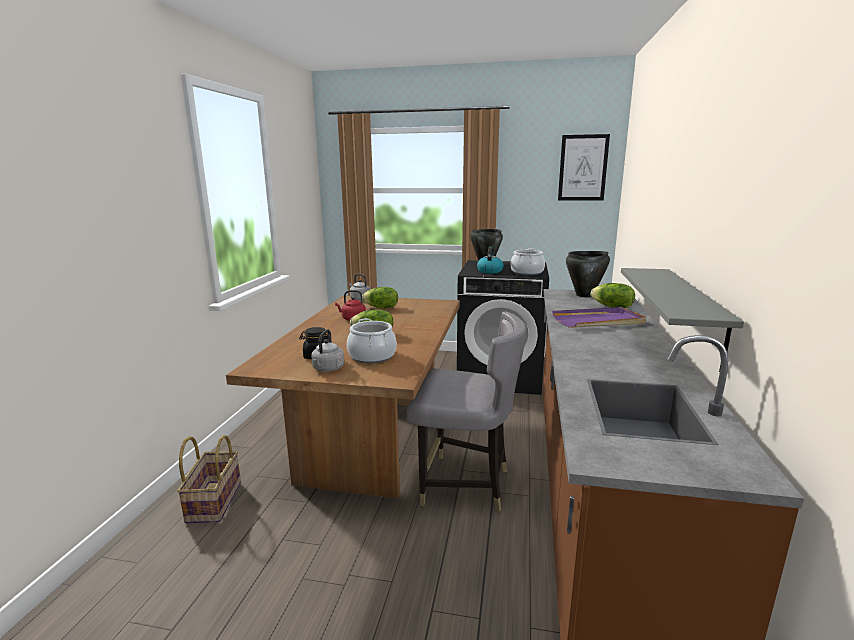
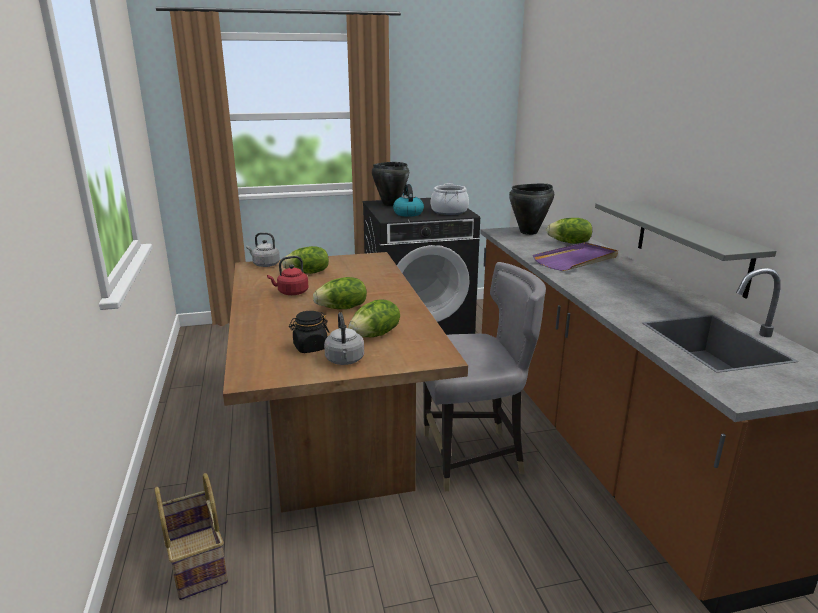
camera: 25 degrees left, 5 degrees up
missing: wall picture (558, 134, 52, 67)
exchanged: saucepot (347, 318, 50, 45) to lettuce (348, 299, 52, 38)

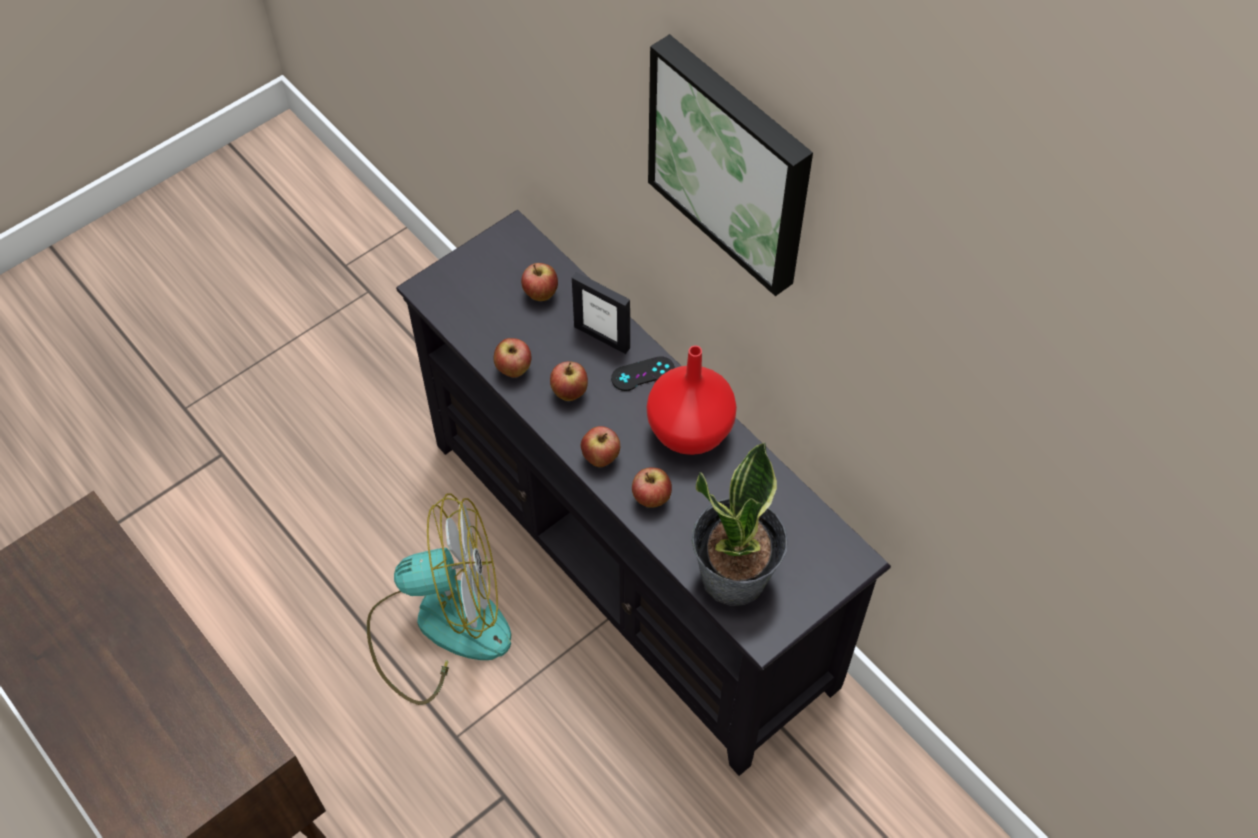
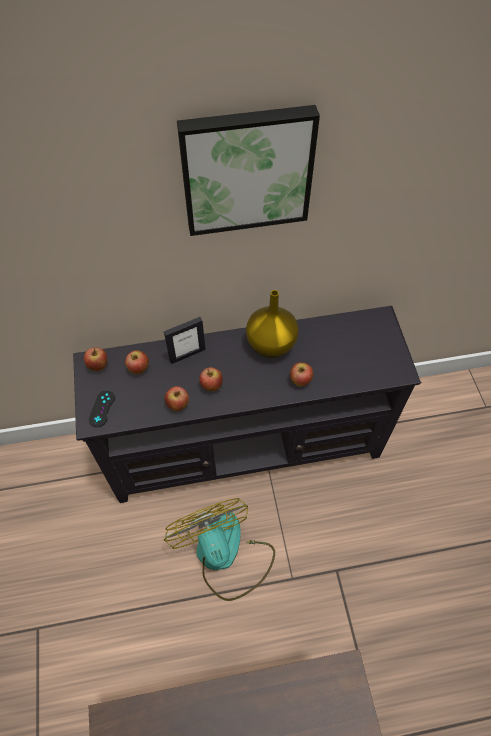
camera: 60 degrees left, 0 degrees up
missing: potted plant (692, 442, 96, 164)
relocated: blackish joypad (611, 356, 64, 35) to (89, 391, 26, 36); apple fruit (581, 426, 39, 41) to (84, 347, 23, 24)
colour: red-coloured flower vase (647, 345, 90, 110) to yellow flower vase (246, 290, 53, 68)
spun: fan (367, 494, 144, 211) = (164, 498, 111, 103) 45 degrees counterclockwise

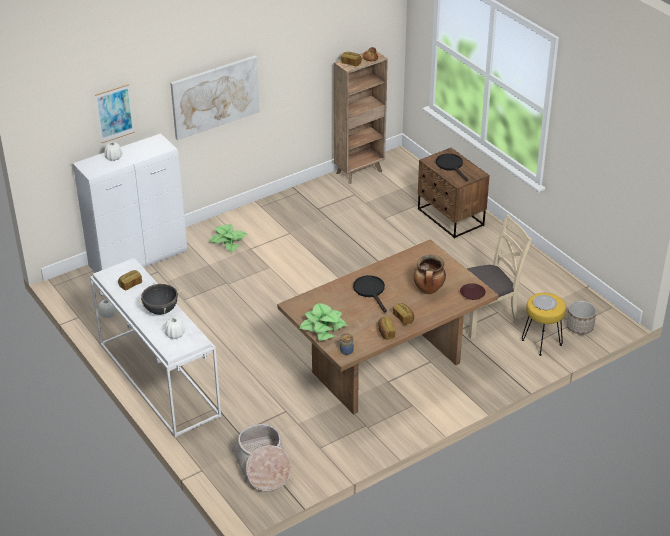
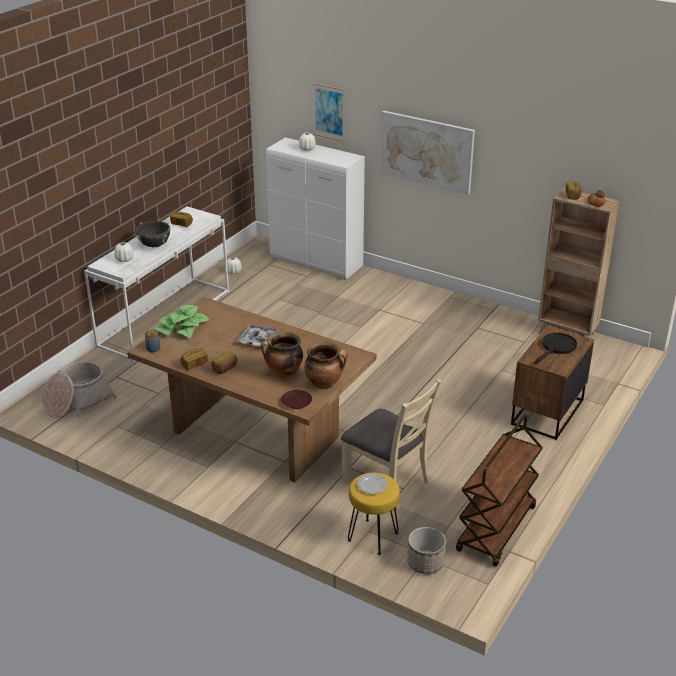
camera: 65 degrees right, 5 degrees down
missing: potted plant (209, 224, 38, 29)
appeared: saucepot (304, 342, 44, 47); brownish trolley (456, 414, 87, 153)
exchanged: blackish pan (353, 275, 34, 38) to carrying tray (236, 325, 43, 23)

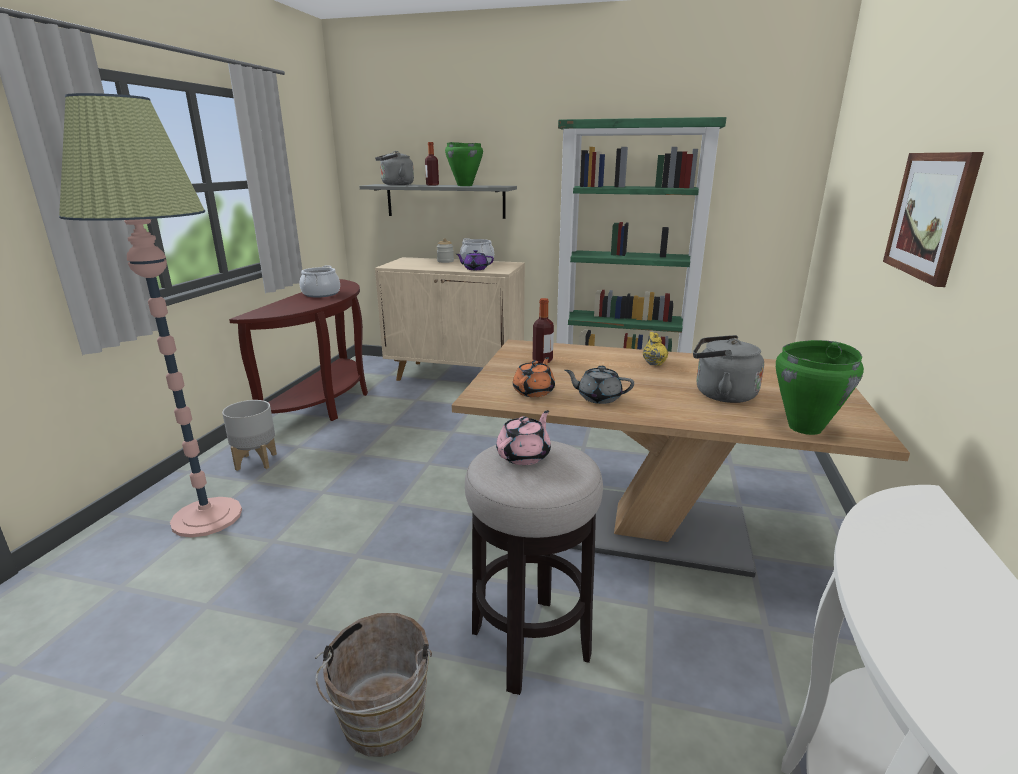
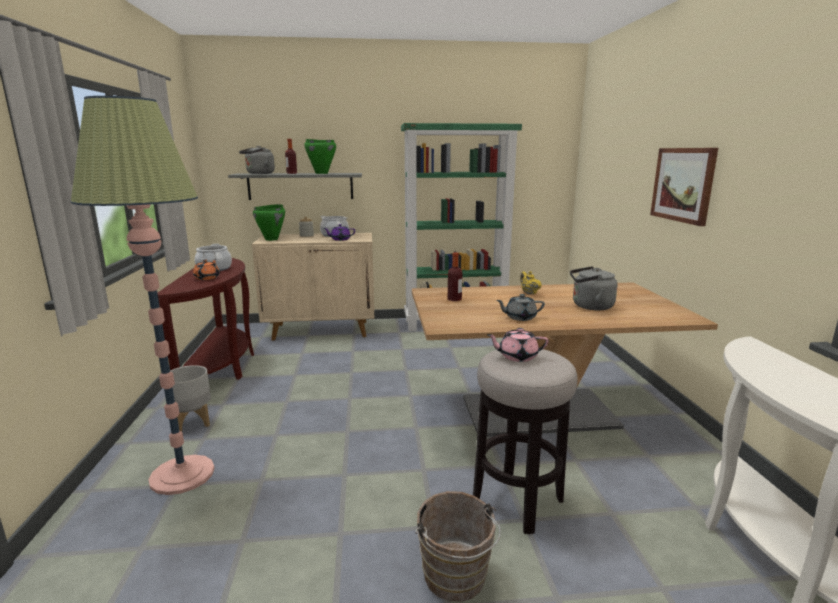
camera: 20 degrees left, 5 degrees down
relocated: green saucepot (776, 340, 88, 95) to (253, 204, 32, 37); orange pot for tea (513, 357, 42, 40) to (193, 259, 27, 21)
spun: pink pot for tea (496, 410, 55, 55) = (487, 328, 62, 34) 105 degrees counterclockwise

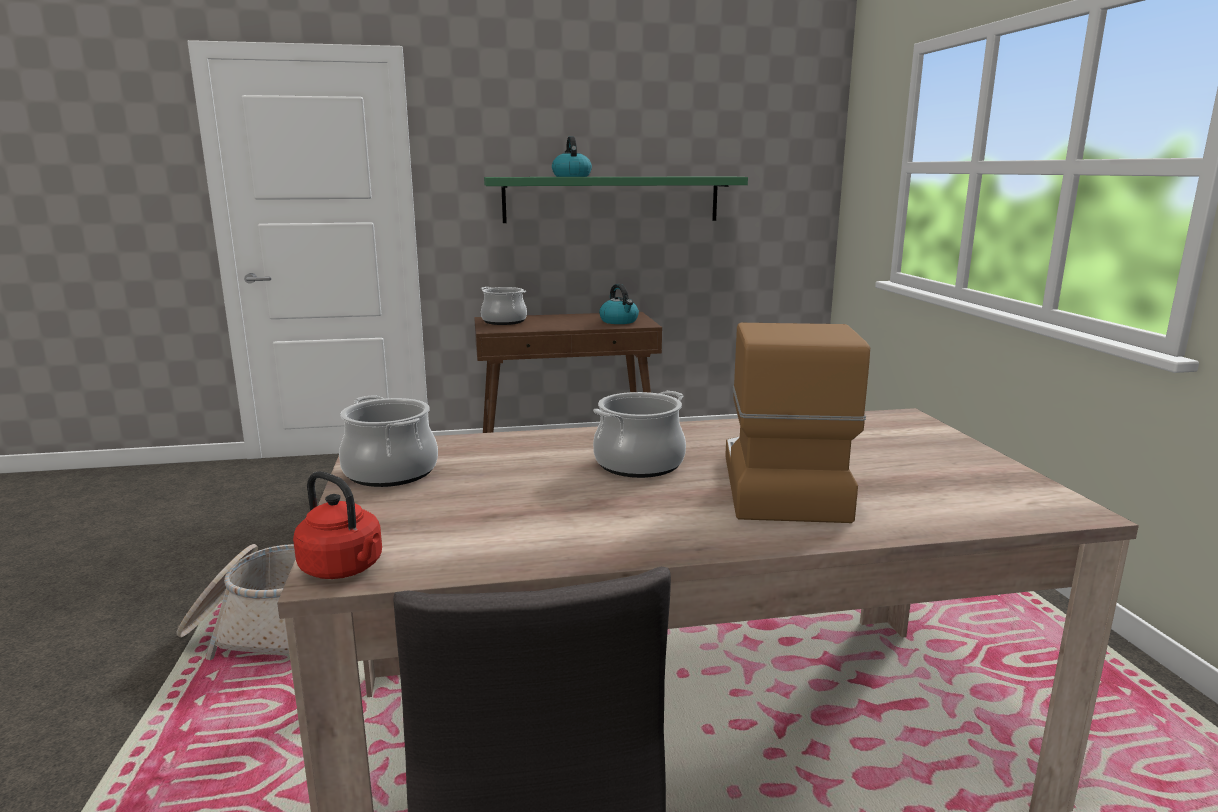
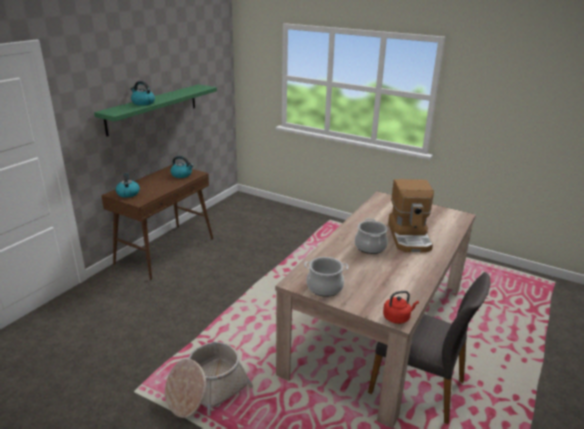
camera: 50 degrees left, 10 degrees up
exchanged: saucepot (480, 287, 47, 38) to kettle (116, 173, 24, 25)
spun: coffee brewer (725, 323, 145, 200) = (388, 179, 46, 74) 135 degrees counterclockwise

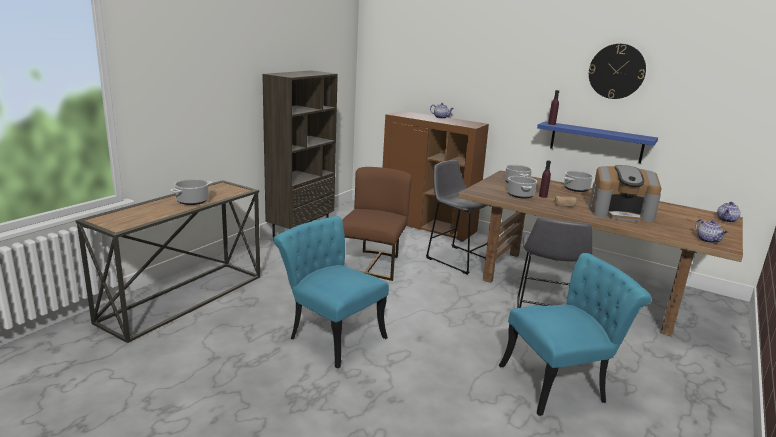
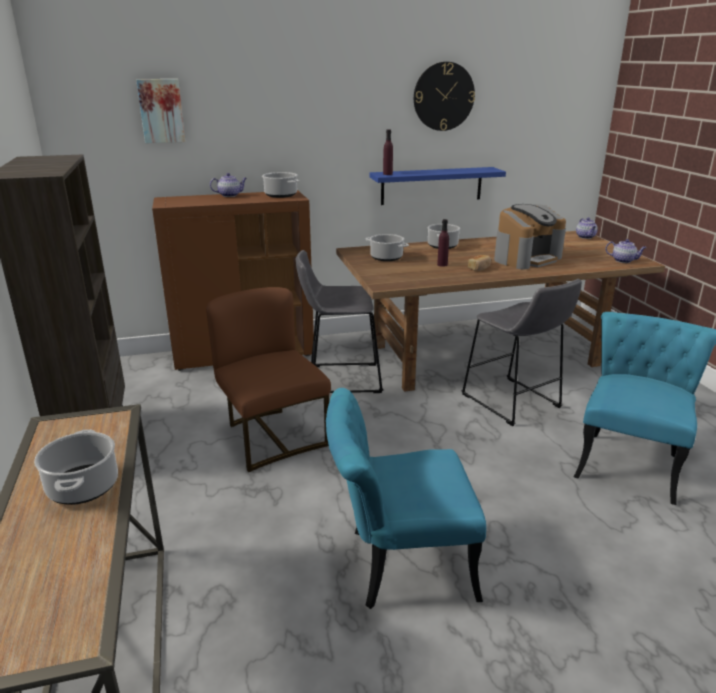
camera: 45 degrees left, 5 degrees up
appeared: wall picture (136, 79, 49, 64)
relocated: saucepot (507, 176, 30, 22) to (262, 172, 37, 26)

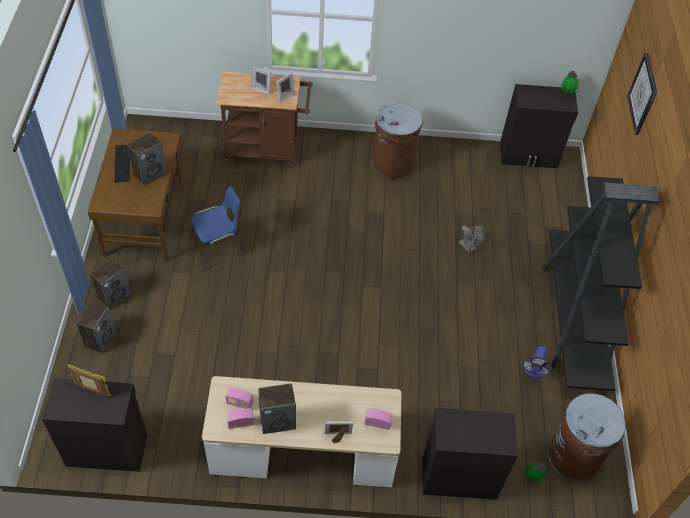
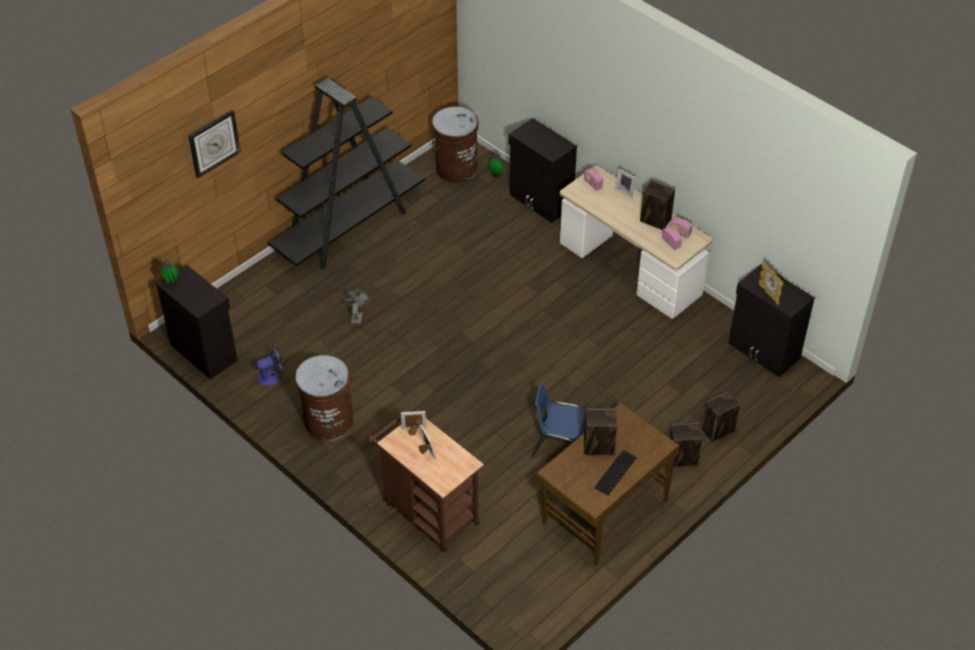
camera: 135 degrees left, 5 degrees down
relocated: fan (522, 346, 30, 32) to (256, 346, 29, 40)

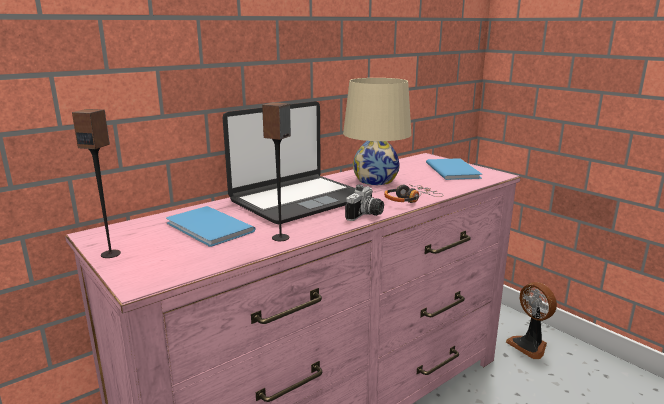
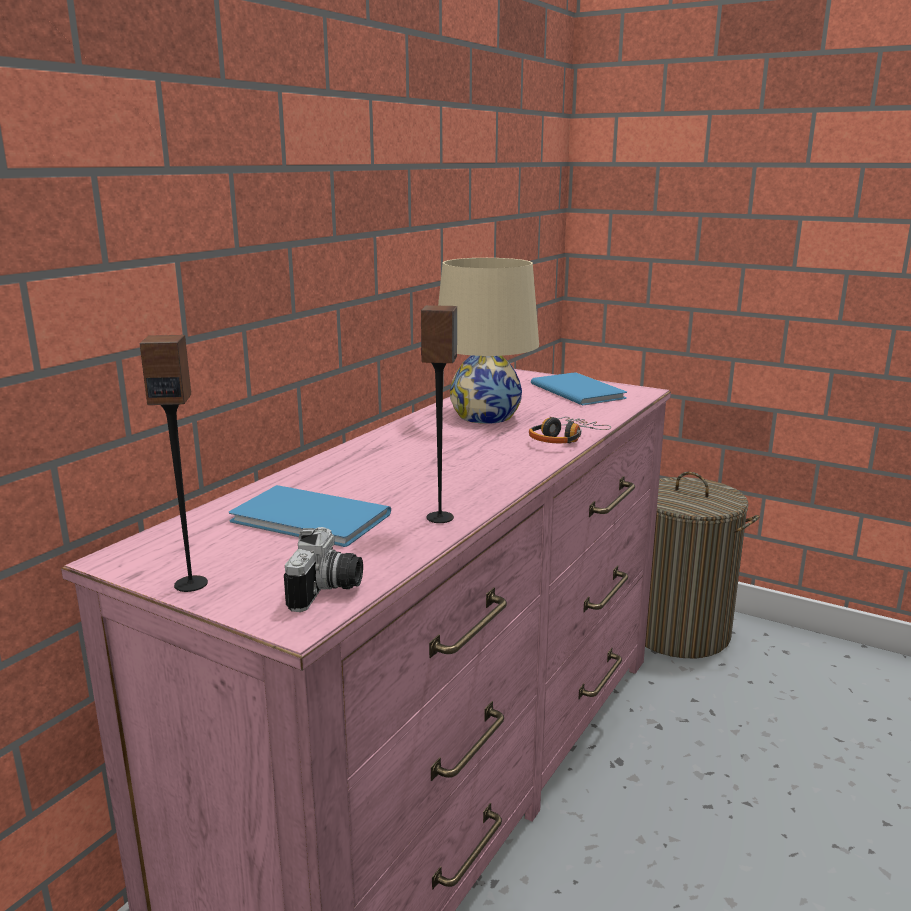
camera: 20 degrees left, 0 degrees up
missing: portable computer (223, 101, 132, 123)
relocated: photo camera (345, 185, 39, 36) to (284, 527, 79, 85)
exchanged: fan (506, 282, 51, 77) to laundry basket (645, 472, 115, 186)

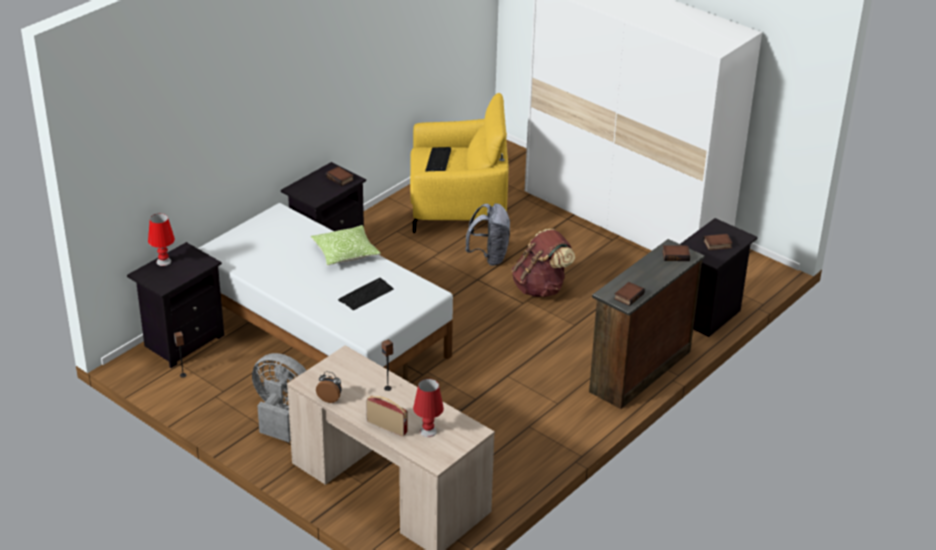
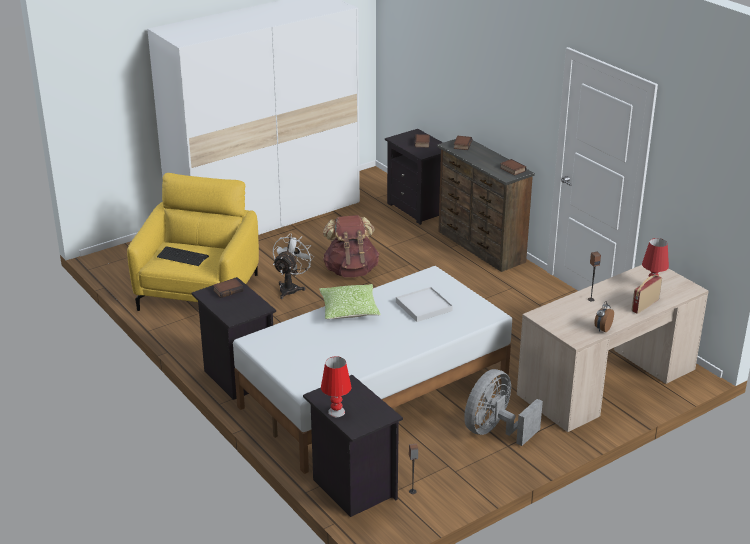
camera: 75 degrees left, 5 degrees down
exchanged: gray rucksack (465, 203, 46, 63) to whitish fan (273, 233, 41, 66); keyboard (338, 278, 56, 33) to whitish carrying tray (396, 287, 57, 35)

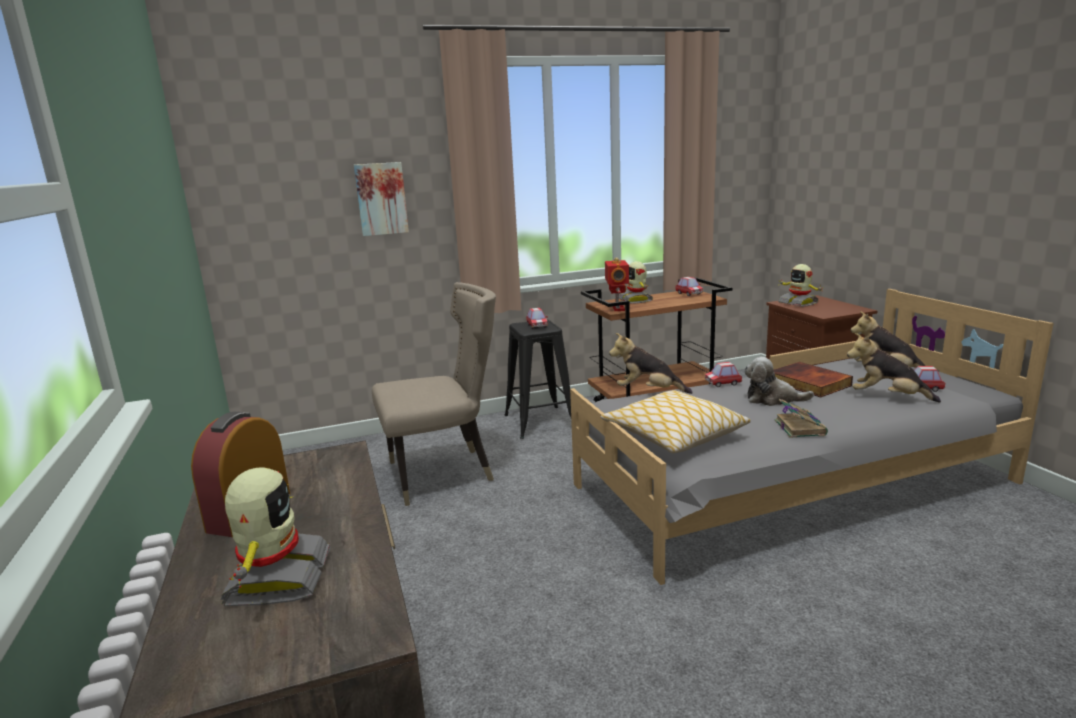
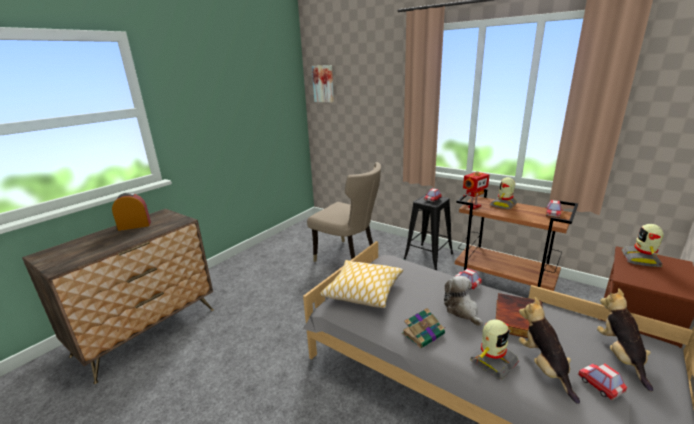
camera: 55 degrees right, 5 degrees up
missing: cuddly toy (609, 333, 84, 61)
relocated: wall picture (354, 162, 55, 74) to (312, 65, 22, 38); toy robot (221, 467, 110, 139) to (470, 319, 49, 61)

